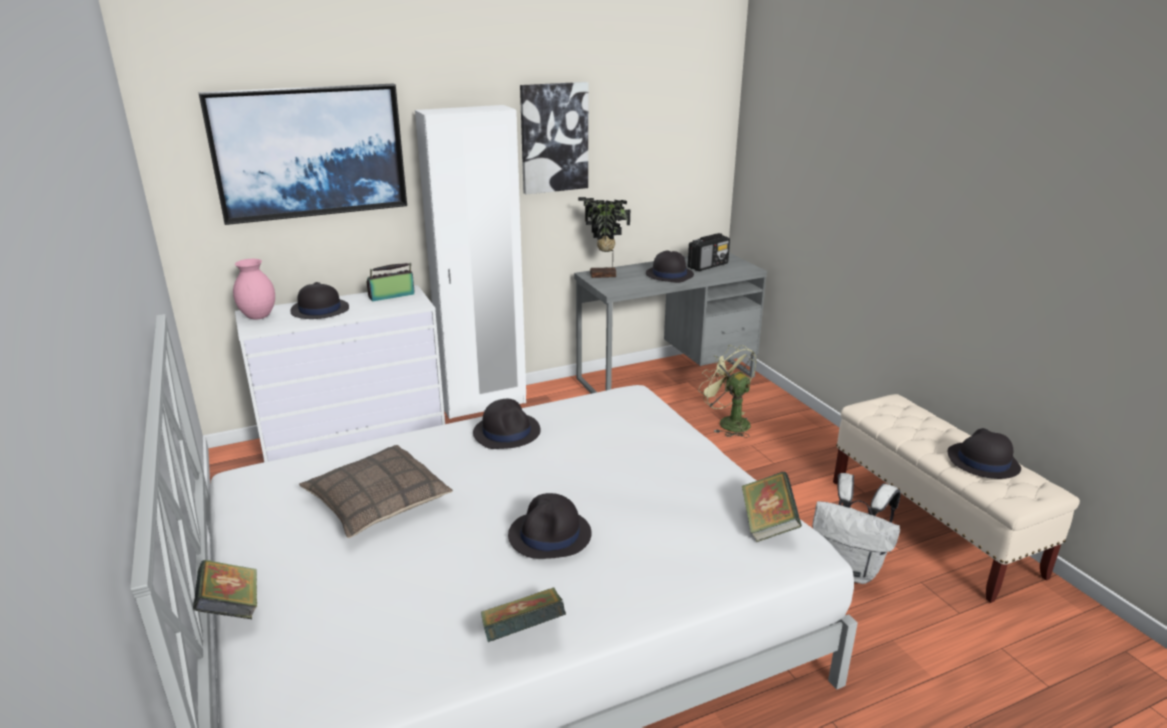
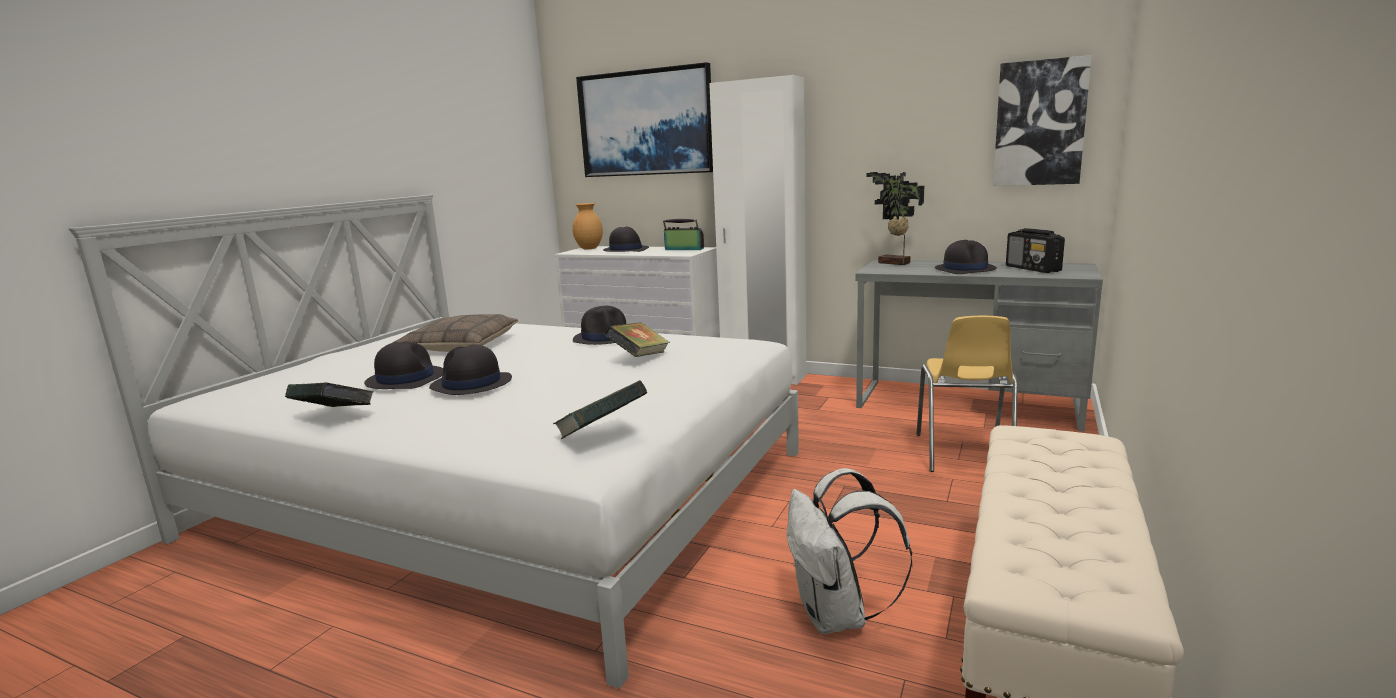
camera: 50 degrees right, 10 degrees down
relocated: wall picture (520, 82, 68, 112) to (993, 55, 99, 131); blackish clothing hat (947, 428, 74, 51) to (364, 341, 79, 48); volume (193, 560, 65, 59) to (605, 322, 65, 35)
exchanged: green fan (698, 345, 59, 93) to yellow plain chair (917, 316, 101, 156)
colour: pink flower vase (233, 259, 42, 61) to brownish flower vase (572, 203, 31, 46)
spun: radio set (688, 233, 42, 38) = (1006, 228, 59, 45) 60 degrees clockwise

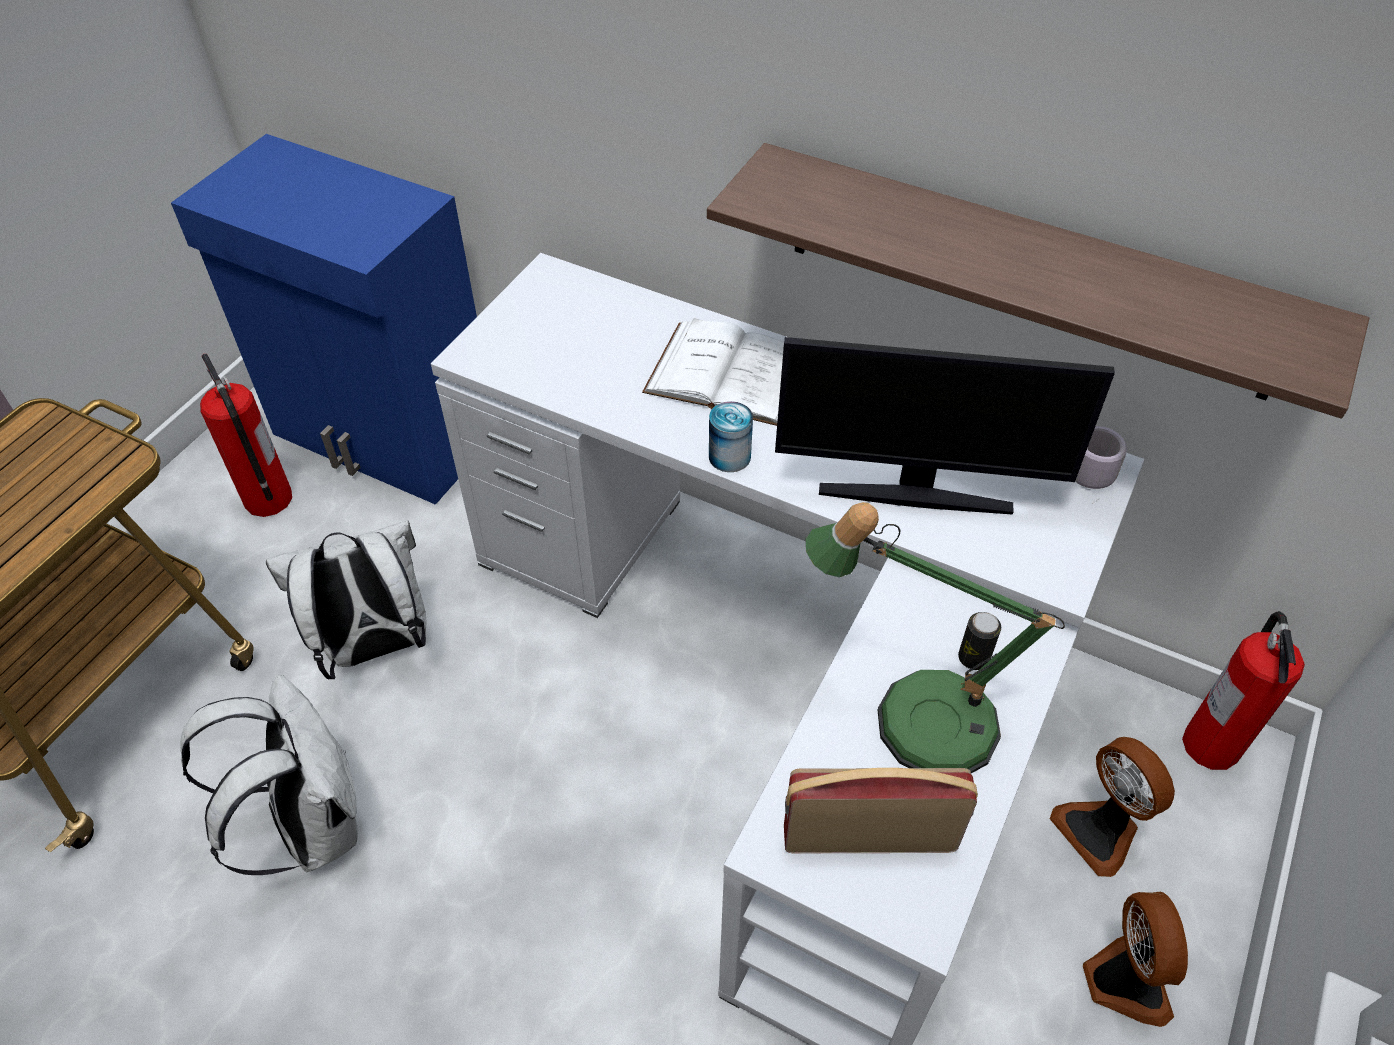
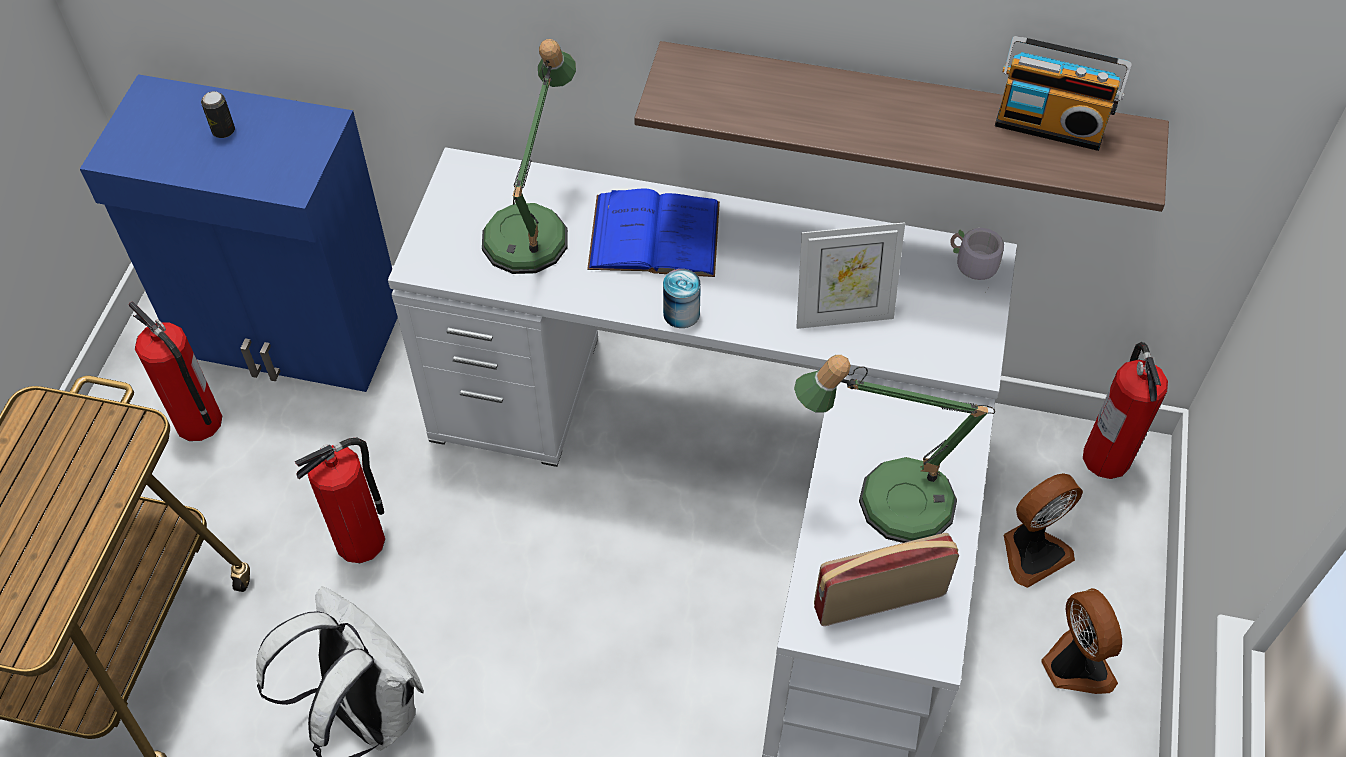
camera: 15 degrees left, 5 degrees up
appeared: radio set (995, 36, 136, 115); lamp for a table (482, 39, 94, 235)
relocated: sealed can (958, 612, 43, 58) to (201, 91, 34, 47)
exchanged: computer screen (775, 337, 340, 178) to photo frame (796, 222, 109, 107); whitish rucksack (266, 520, 161, 159) to extinguisher (295, 437, 90, 126)
colour: whitish volume (642, 318, 142, 108) to blue-coloured volume (587, 188, 133, 89)
spun: fan (1050, 737, 125, 140) = (1003, 473, 80, 115) 75 degrees counterclockwise

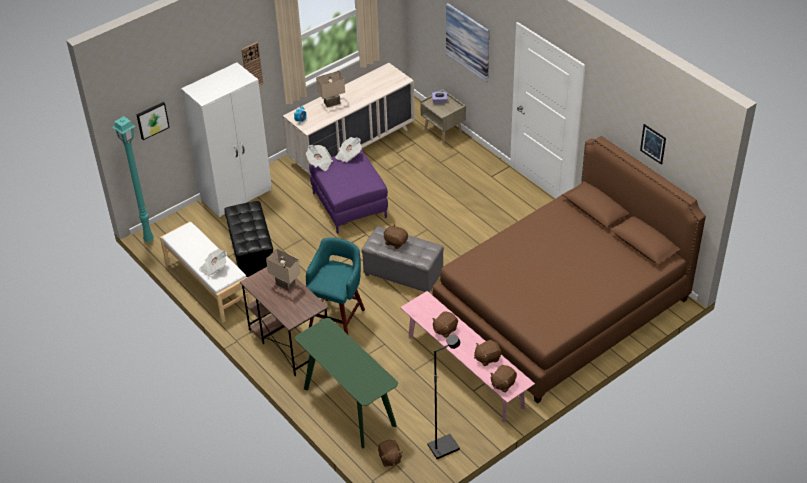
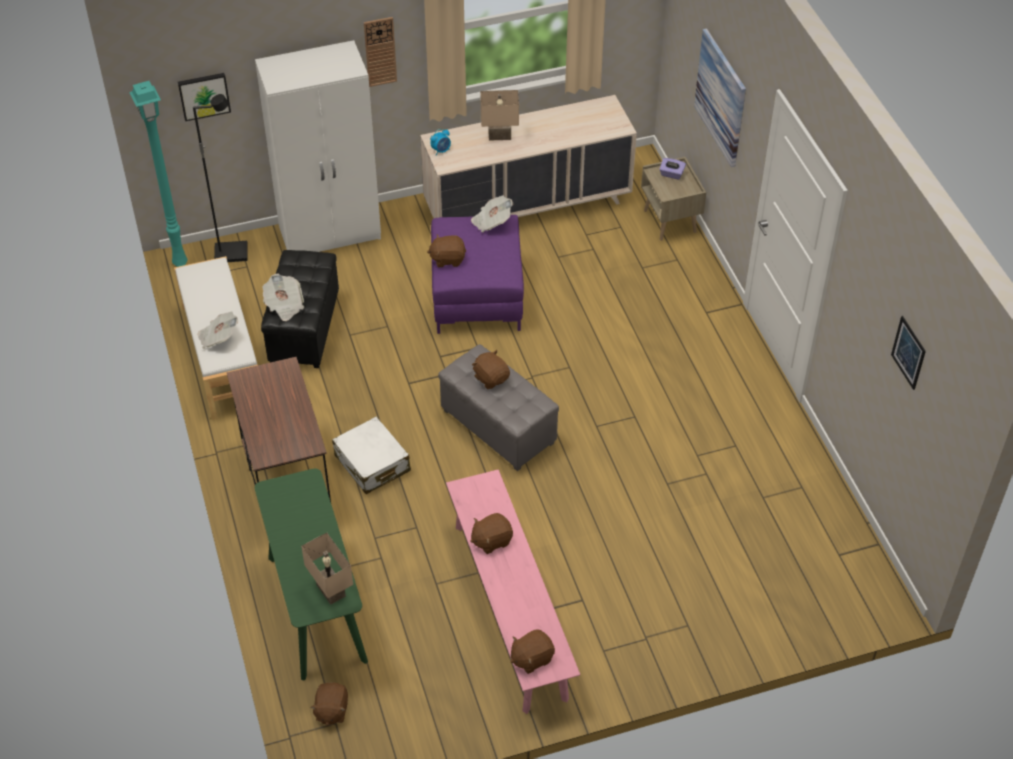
camera: 20 degrees right, 5 degrees up
missing: brownish sleeping bed (432, 136, 274, 268)
relocated: newspaper (306, 145, 27, 26) to (262, 274, 42, 47); beige lamp for a table (266, 249, 35, 42) to (301, 533, 52, 72); blackish floor lamp (427, 334, 33, 125) to (193, 94, 55, 168); brownish cuddly toy (474, 340, 27, 26) to (427, 234, 39, 33)
exchanged: blue-green sitting stool (306, 238, 59, 96) to whitish suitcase (332, 417, 79, 77)

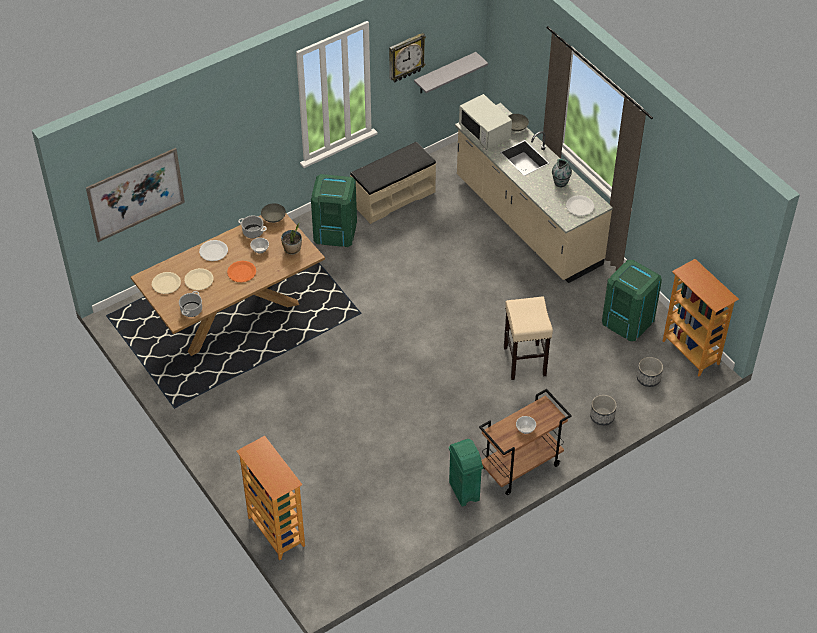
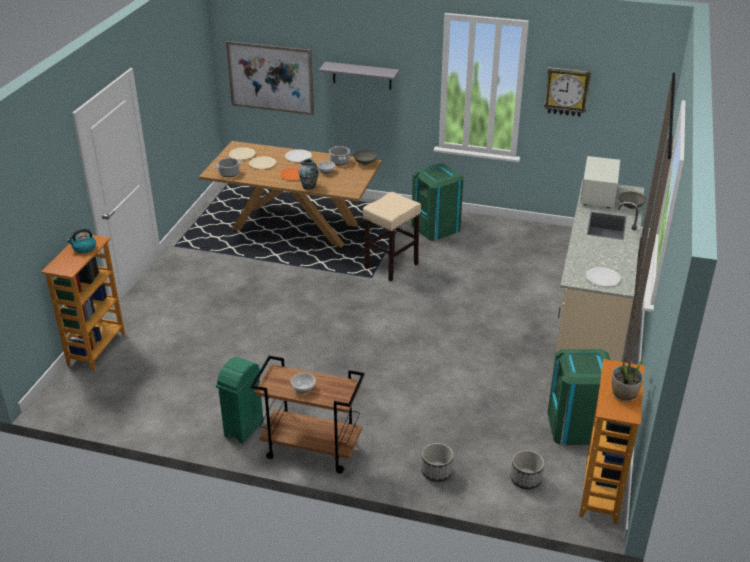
camera: 50 degrees right, 15 degrees down
missing: beige bench (350, 142, 86, 82)
appeared: kettle (67, 229, 29, 24)
relocated: gray shelf (414, 52, 74, 41) to (319, 62, 80, 27); flower vase (552, 159, 20, 28) to (298, 158, 21, 32); potted plant (281, 223, 21, 32) to (612, 358, 33, 44); beige sitting stool (504, 297, 49, 83) to (363, 192, 58, 90)

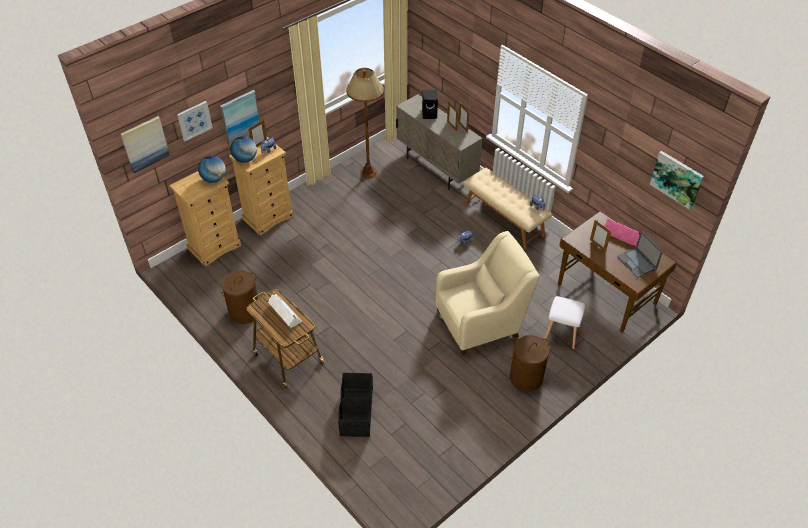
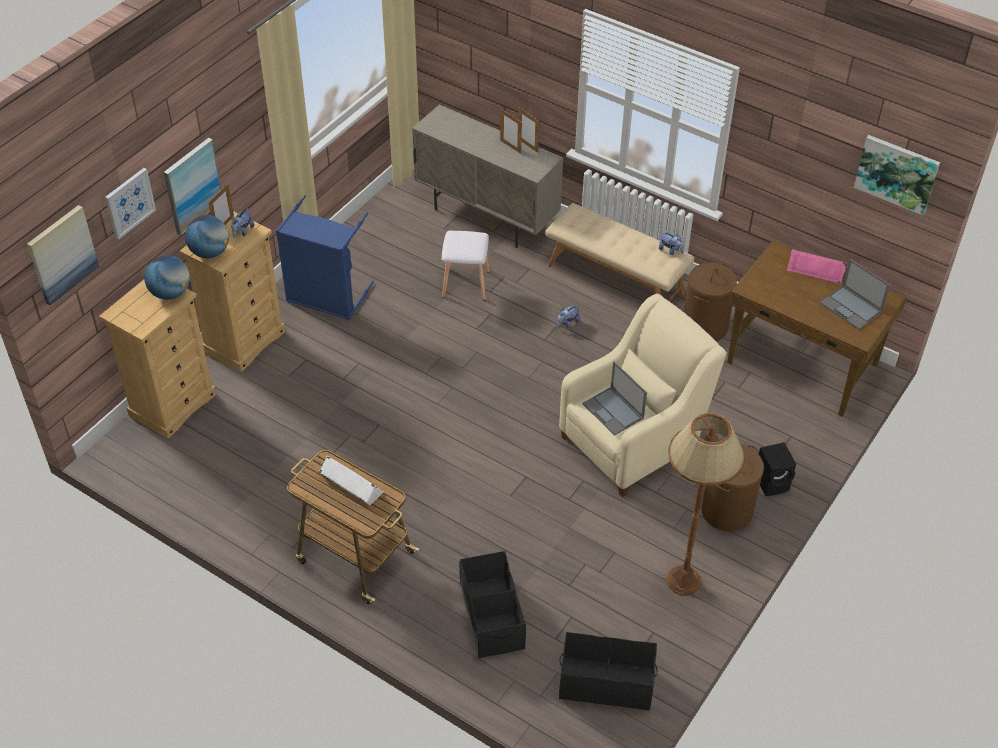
camera: 15 degrees left, 0 degrees up
missing: photo frame (590, 220, 21, 32)
appeared: blue-coloured laundry basket (276, 195, 98, 125); portable computer (582, 362, 65, 74); blackish storage bin (559, 632, 99, 79)
relocated: brownish floor lamp (346, 68, 38, 111) to (667, 413, 78, 183); blackish audio speaker (422, 90, 16, 29) to (759, 442, 37, 54); brownish laundry basket (221, 270, 37, 54) to (684, 263, 53, 79); whitish sitting stool (544, 296, 41, 54) to (442, 231, 48, 70)

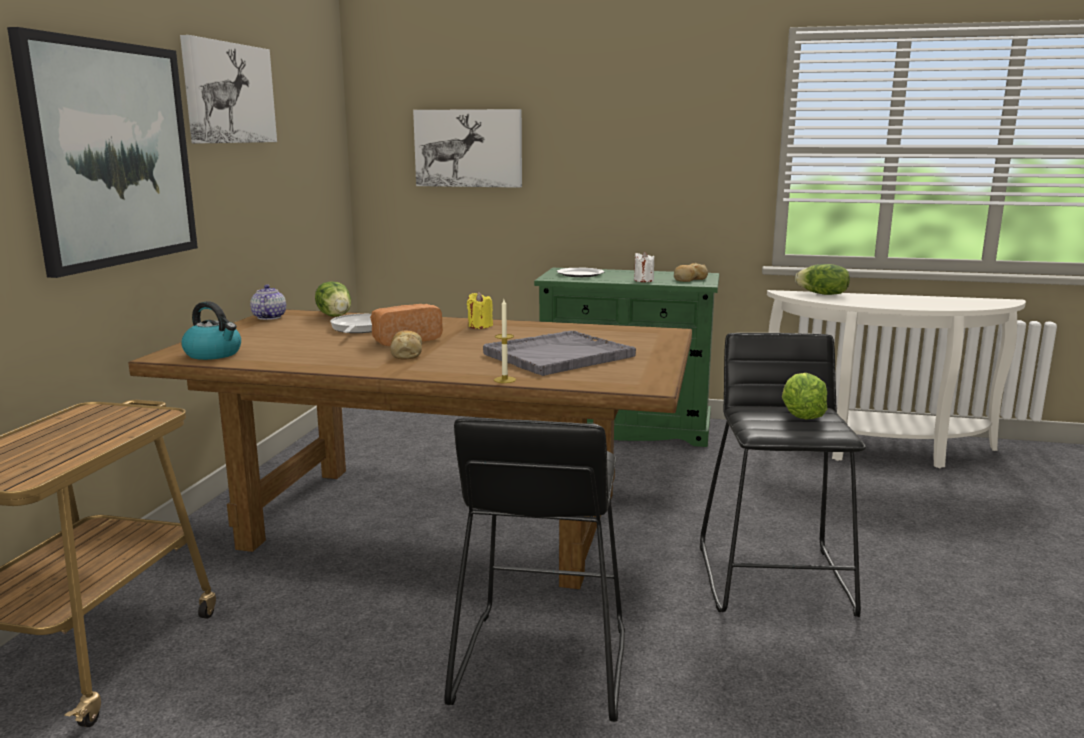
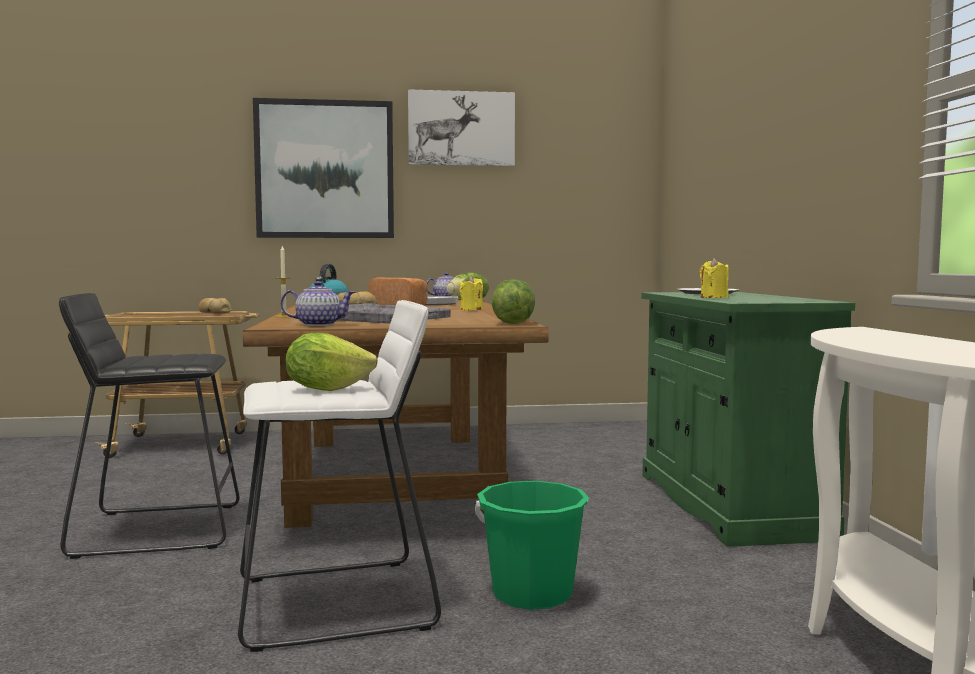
camera: 70 degrees right, 10 degrees down
missing: wall picture (413, 109, 109, 79)
appeared: pot for tea (281, 281, 74, 45); green water bucket (475, 481, 114, 129)
relocated: bread (674, 263, 34, 19) to (199, 298, 33, 15); lettuce (795, 264, 55, 31) to (492, 279, 43, 45)
colour: whitish wax light (634, 252, 20, 30) to yellow wax light (700, 258, 29, 40); blackish sitting stool (700, 333, 166, 284) to whitish sitting stool (238, 300, 203, 352)

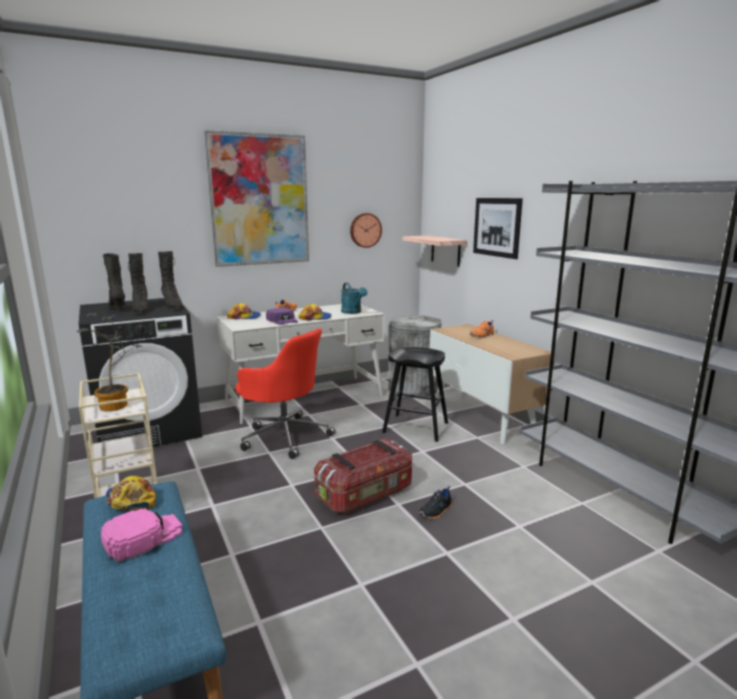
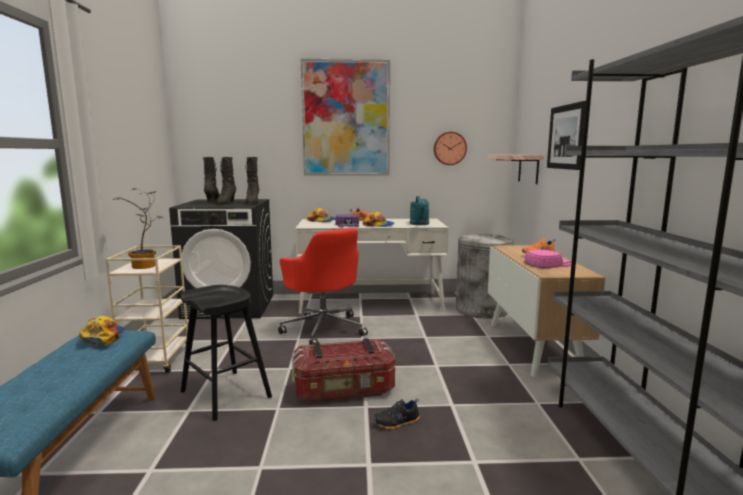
camera: 25 degrees right, 5 degrees down
relocated: blackish sitting stool (382, 347, 66, 95) to (181, 285, 91, 136); pink baseball cap (101, 509, 82, 53) to (524, 250, 47, 18)

